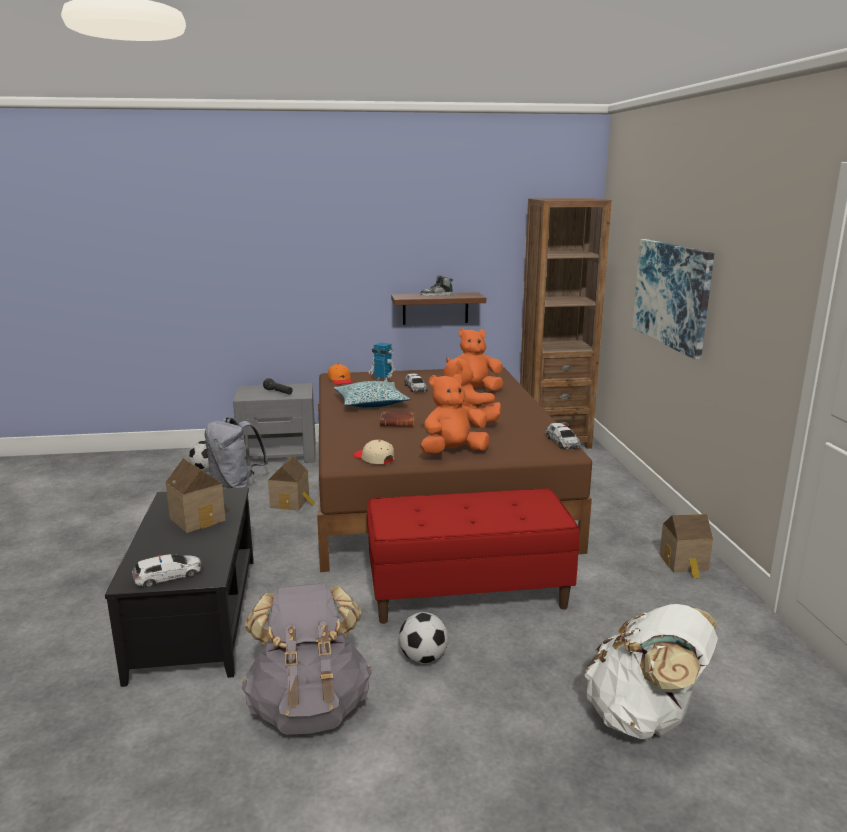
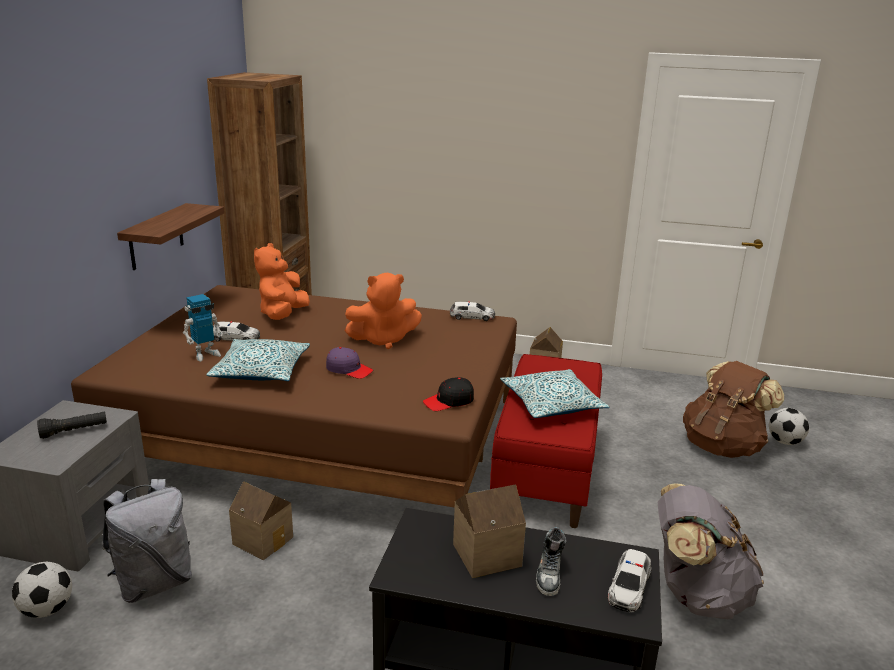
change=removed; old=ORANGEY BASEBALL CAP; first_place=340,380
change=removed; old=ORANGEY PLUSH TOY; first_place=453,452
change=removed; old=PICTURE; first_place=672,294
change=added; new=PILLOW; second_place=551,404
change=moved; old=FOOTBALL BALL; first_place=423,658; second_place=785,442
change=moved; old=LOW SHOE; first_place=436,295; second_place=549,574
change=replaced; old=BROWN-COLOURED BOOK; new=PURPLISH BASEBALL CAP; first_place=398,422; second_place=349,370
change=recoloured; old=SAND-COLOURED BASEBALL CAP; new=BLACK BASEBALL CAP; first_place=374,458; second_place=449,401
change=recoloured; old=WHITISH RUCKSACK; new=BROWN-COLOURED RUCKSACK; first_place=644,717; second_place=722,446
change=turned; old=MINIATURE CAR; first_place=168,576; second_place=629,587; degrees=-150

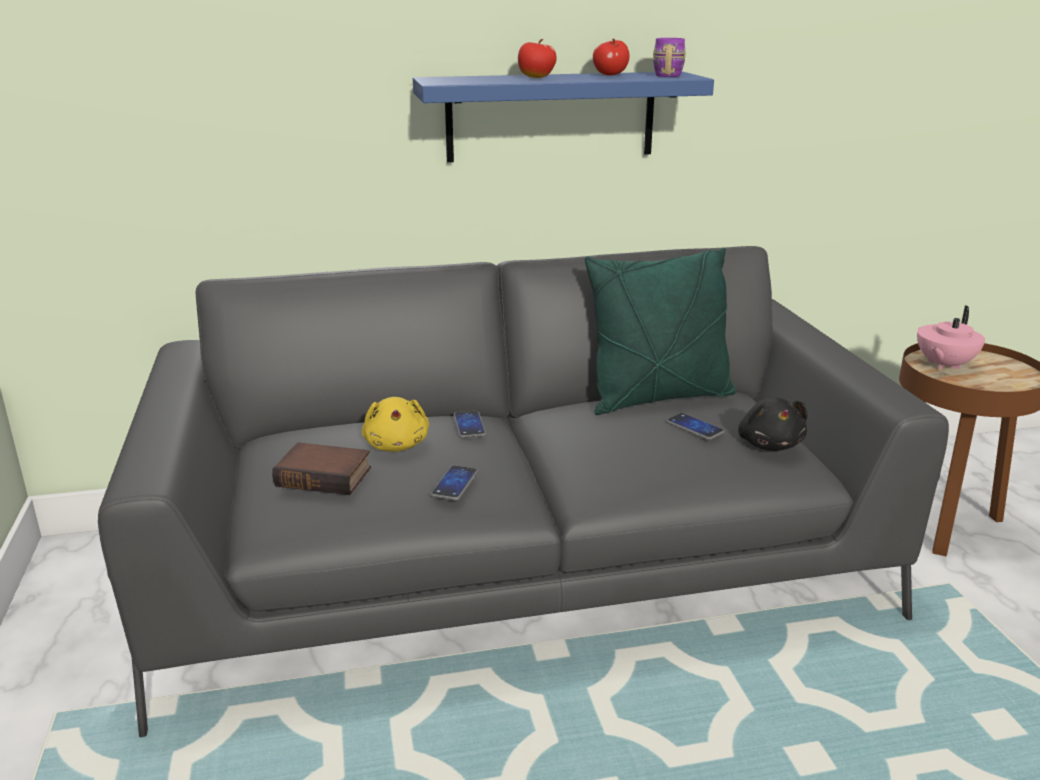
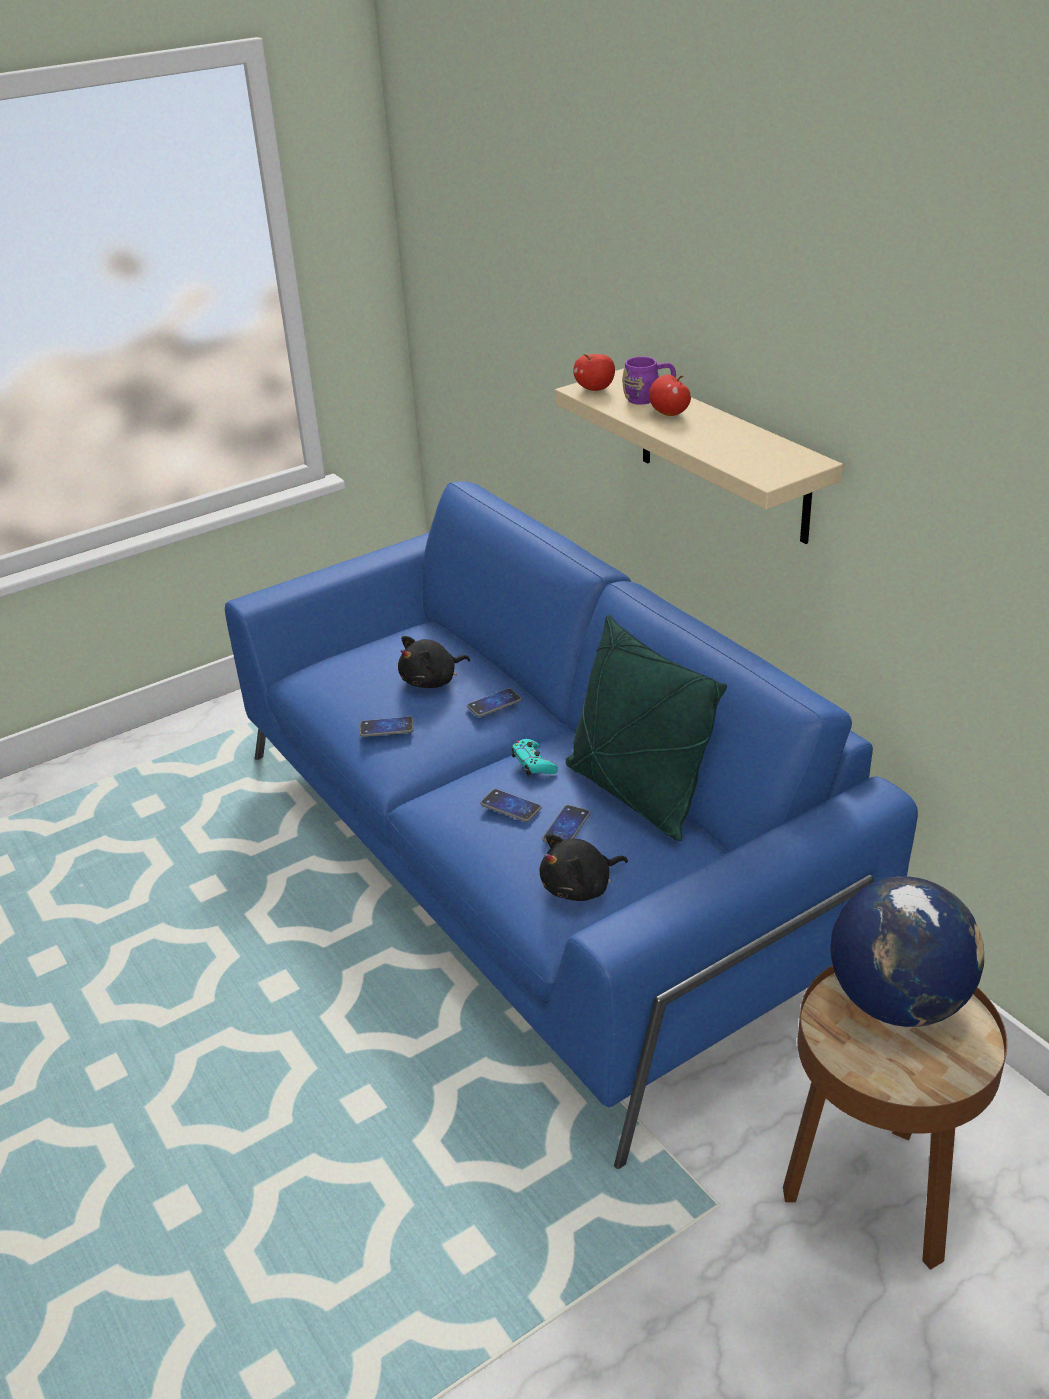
change=removed; old=BOOK; first_place=326,476
change=added; new=TELEPHONE; second_place=510,807
change=added; new=TURQUOISE-COLOURED GAMEPAD; second_place=533,763
change=moved; old=APPLE FRUIT; first_place=610,75; second_place=595,389
change=moved; old=PURPLISH COFFEE MUG; first_place=668,75; second_place=649,398
change=replaced; old=PINK-COLOURED TEAPOT; new=WORLD GLOBE; first_place=943,365; second_place=898,1001
change=recoloured; old=GRAY SOFA; new=BLUISH SOFA; first_place=520,571; second_place=535,862
change=recoloured; old=YELLOWISH PLUSH TOY; new=BLACK PLUSH TOY; first_place=397,445; second_place=432,681
change=recoloured; old=BLUISH WALL SHELF; new=SAND-COLOURED WALL SHELF; first_place=551,116; second_place=723,456

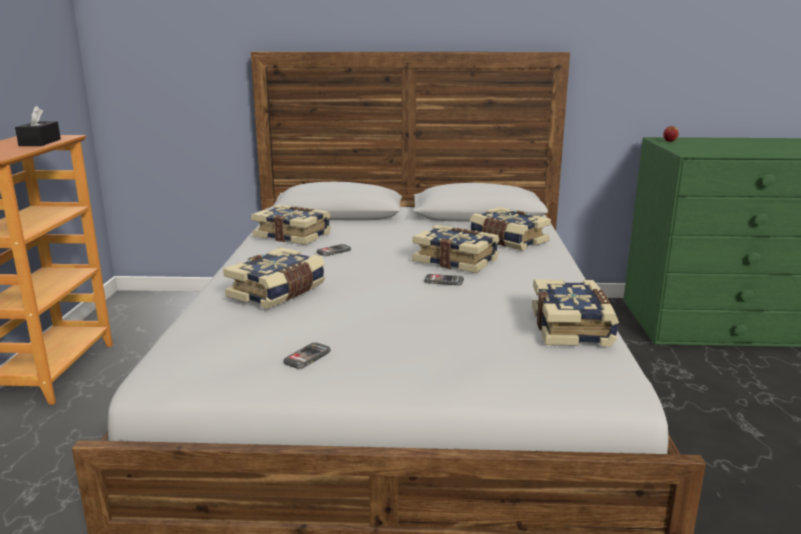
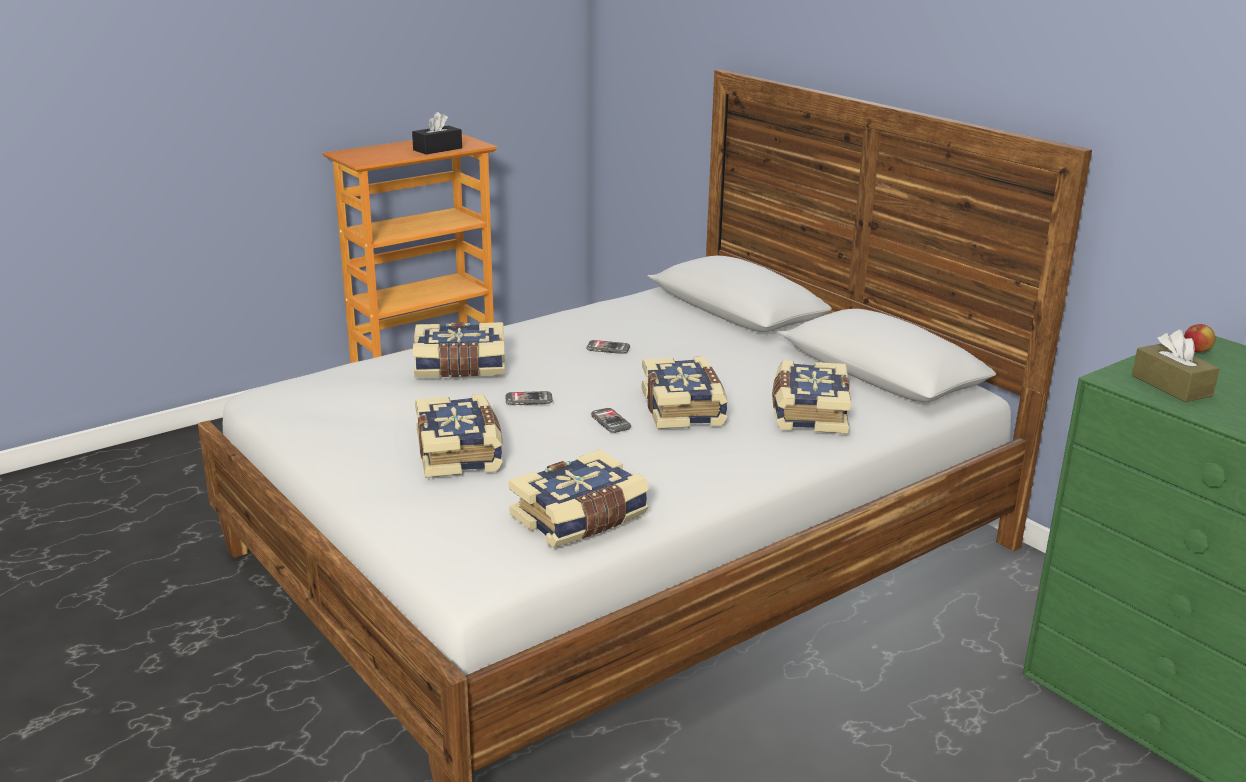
change=added; new=BROWN-COLOURED BOX OF TISSUES; second_place=1171,385
change=moved; old=BOOK; first_place=293,235; second_place=461,452
change=moved; old=TELEPHONE; first_place=307,357; second_place=529,400

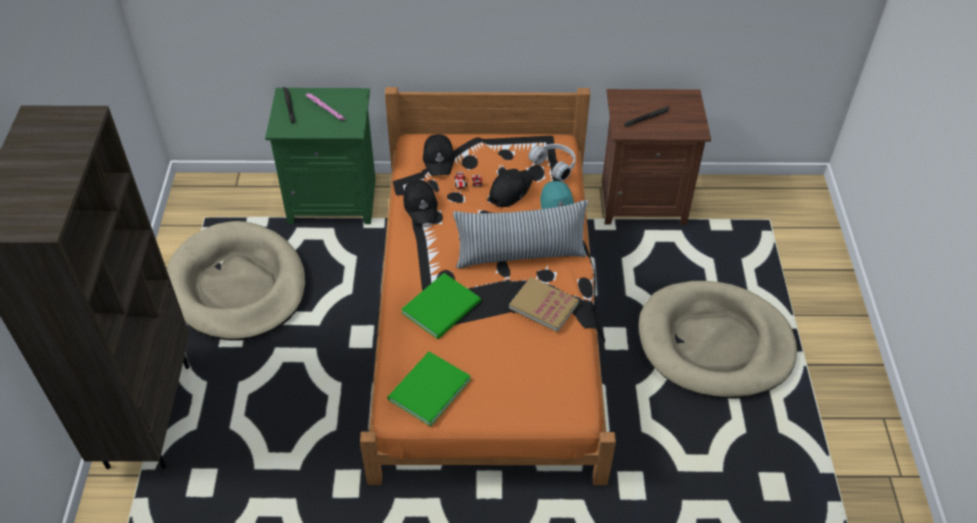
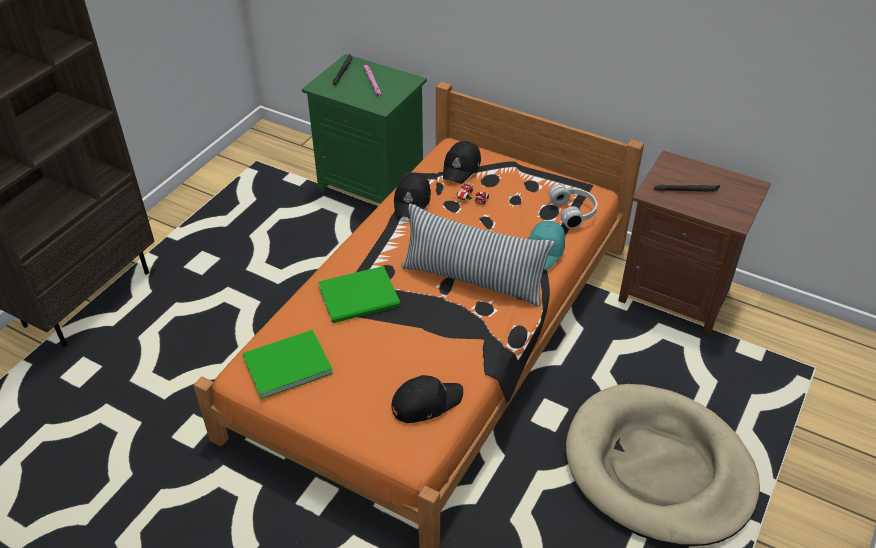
change=removed; old=SAND-COLOURED DOG CUSHION; first_place=237,286
change=removed; old=BOOK; first_place=543,306
change=moved; old=BLACK BASEBALL CAP; first_place=510,190; second_place=425,402

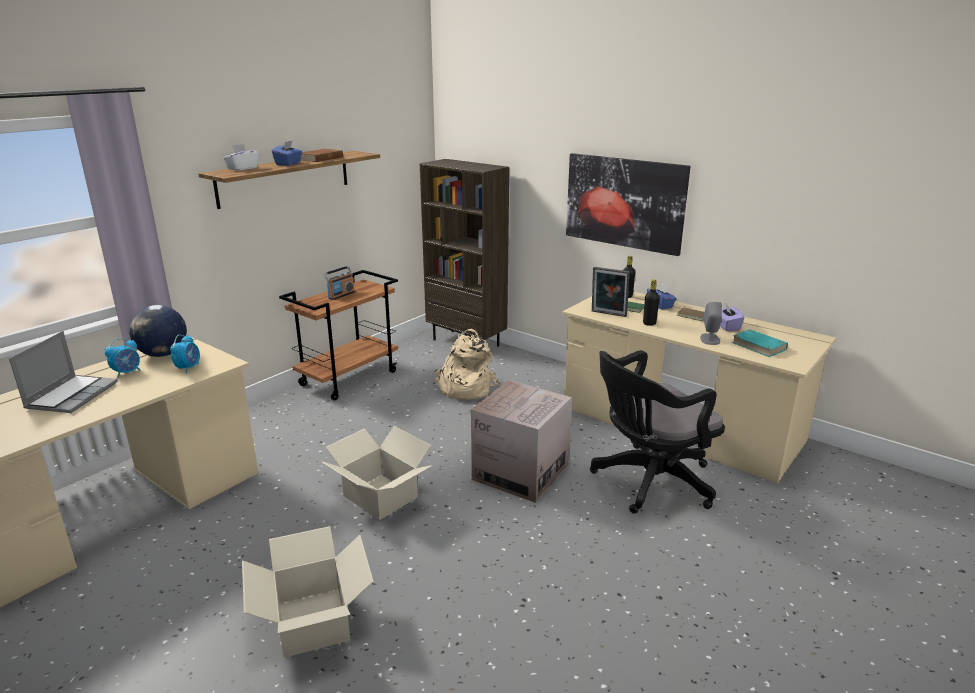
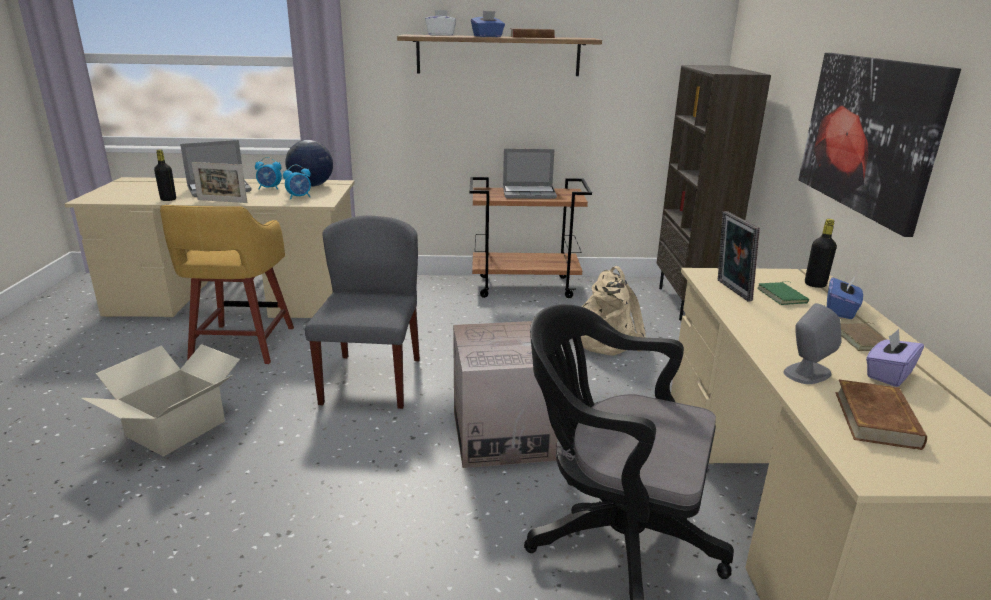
change=added; new=YELLOWISH SITTING STOOL; second_place=241,345
change=added; new=PHOTO FRAME; second_place=222,201
change=moved; old=BLACK BOTTLE; first_place=649,323; second_place=168,199
change=replaced; old=CARTON; new=GRAY CHAIR; first_place=381,496; second_place=371,380
change=replaced; old=RADIO SET; new=LAPTOP; first_place=341,295; second_place=529,193
change=recoloured; old=TURQUOISE-COLOURED BOOK; new=BROWN-COLOURED BOOK; first_place=758,346; second_place=877,419

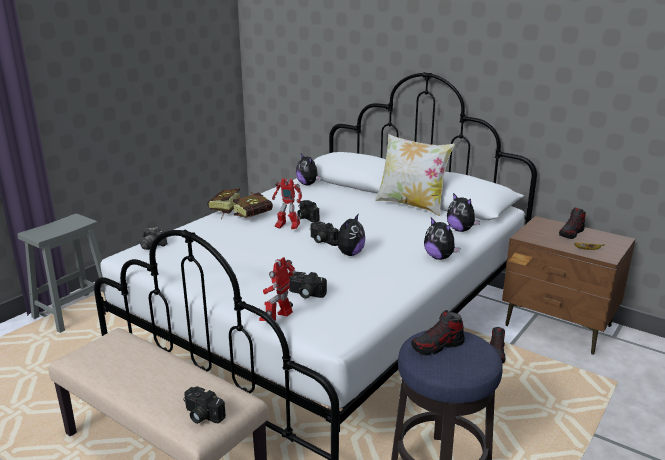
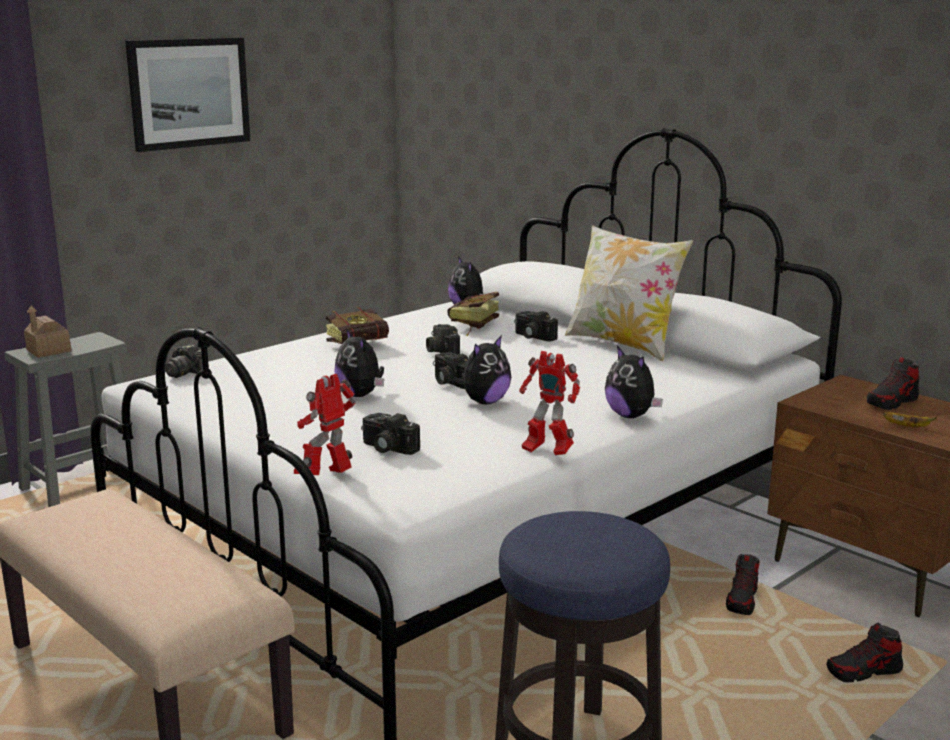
change=added; new=MINIATURE HOUSE; second_place=48,351
change=added; new=PICTURE; second_place=189,93
change=moved; old=STILL CAMERA; first_place=201,415; second_place=532,337
change=moved; old=BOOK; first_place=223,211; second_place=471,326
change=moved; old=MODEL ROBOT; first_place=287,228; second_place=546,452
change=moved; old=LOW SHOE; first_place=437,346; second_place=864,672
change=moved; old=PLUSH TOY; first_place=460,230; second_place=361,395

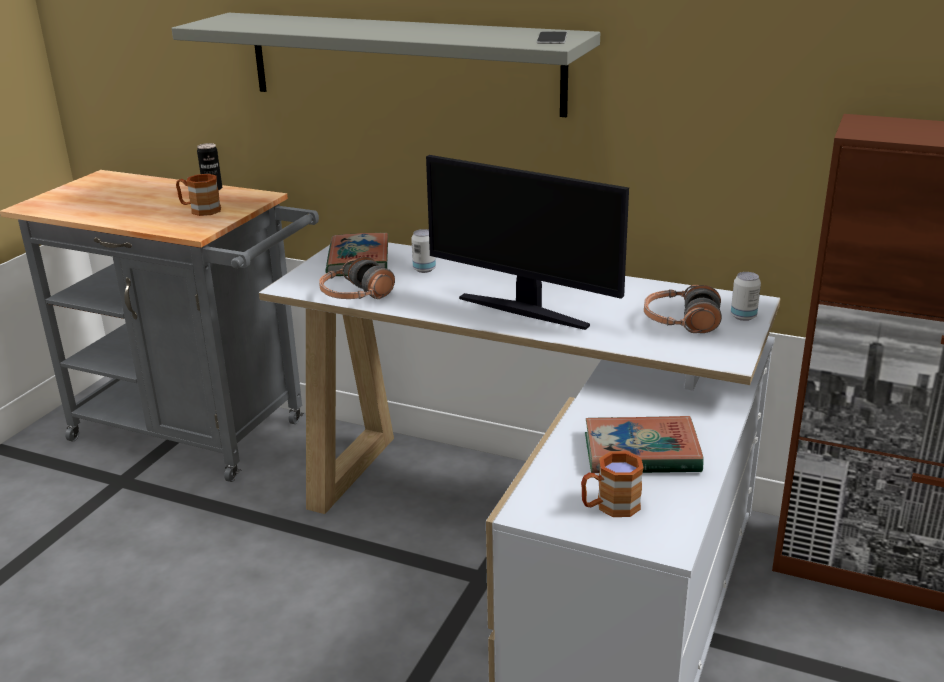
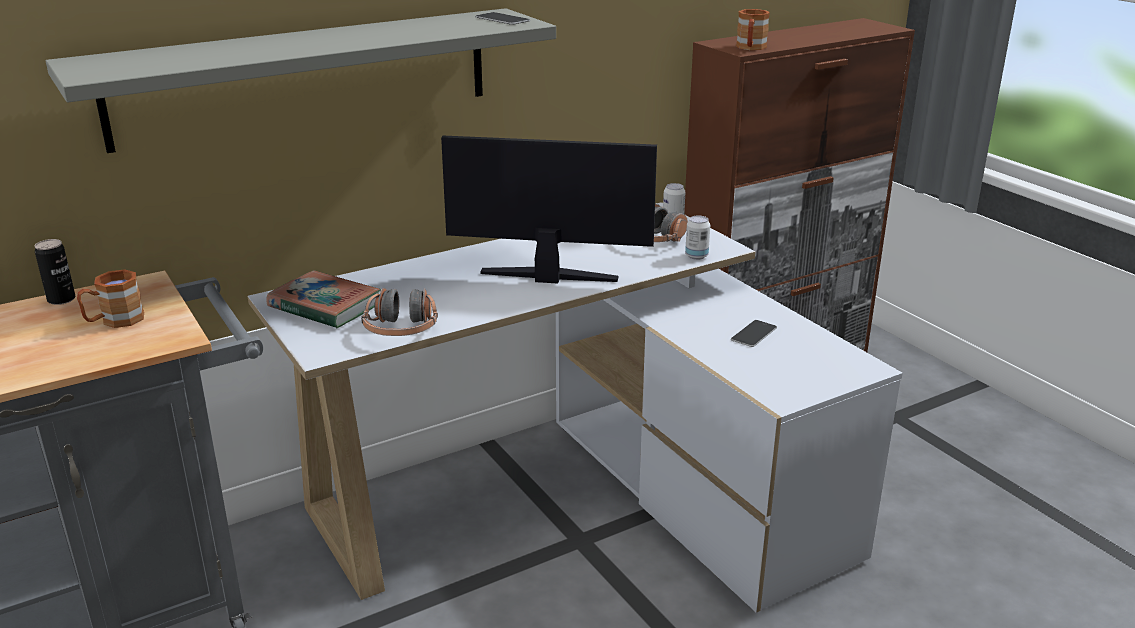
change=moved; old=METAL CAN; first_place=424,269; second_place=696,256
change=moved; old=BROWN-COLOURED COFFEE MUG; first_place=610,506; second_place=750,48
change=replaced; old=BOOK; new=TELEPHONE; first_place=641,453; second_place=754,333
change=turned; old=MONITOR; first_place=525,310; second_place=548,278; degrees=-150

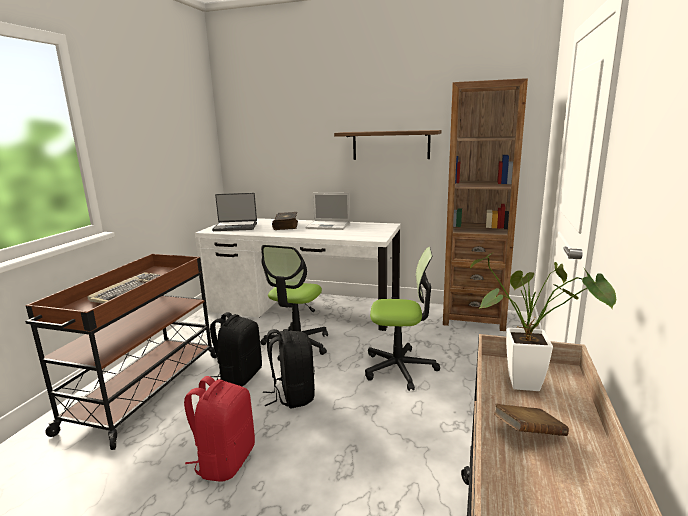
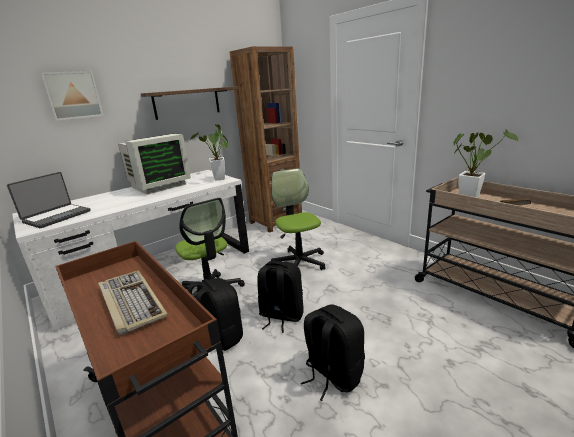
change=removed; old=BOOK; first_place=286,225
change=added; new=PICTURE; second_place=73,95
change=added; new=PLANT IN A POT; second_place=219,179
change=replaced; old=LAPTOP; new=MONITOR; first_place=329,225; second_place=158,186
change=recoloured; old=RED-COLOURED RUCKSACK; new=BLACK RUCKSACK; first_place=225,460; second_place=332,375
change=turned; old=COMPUTER CHAIR; first_place=399,368; second_place=299,263; degrees=-60

